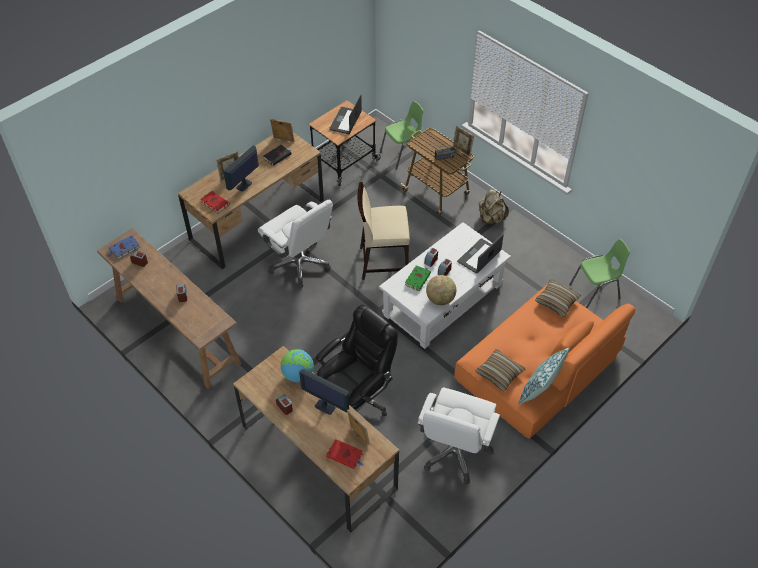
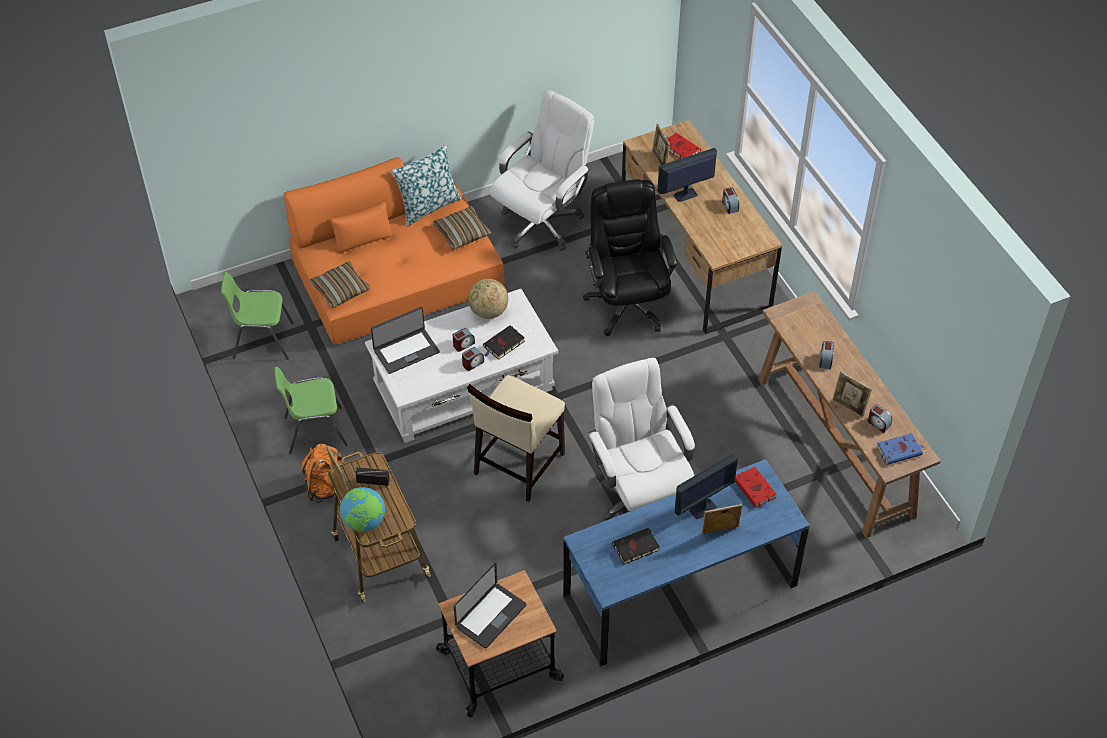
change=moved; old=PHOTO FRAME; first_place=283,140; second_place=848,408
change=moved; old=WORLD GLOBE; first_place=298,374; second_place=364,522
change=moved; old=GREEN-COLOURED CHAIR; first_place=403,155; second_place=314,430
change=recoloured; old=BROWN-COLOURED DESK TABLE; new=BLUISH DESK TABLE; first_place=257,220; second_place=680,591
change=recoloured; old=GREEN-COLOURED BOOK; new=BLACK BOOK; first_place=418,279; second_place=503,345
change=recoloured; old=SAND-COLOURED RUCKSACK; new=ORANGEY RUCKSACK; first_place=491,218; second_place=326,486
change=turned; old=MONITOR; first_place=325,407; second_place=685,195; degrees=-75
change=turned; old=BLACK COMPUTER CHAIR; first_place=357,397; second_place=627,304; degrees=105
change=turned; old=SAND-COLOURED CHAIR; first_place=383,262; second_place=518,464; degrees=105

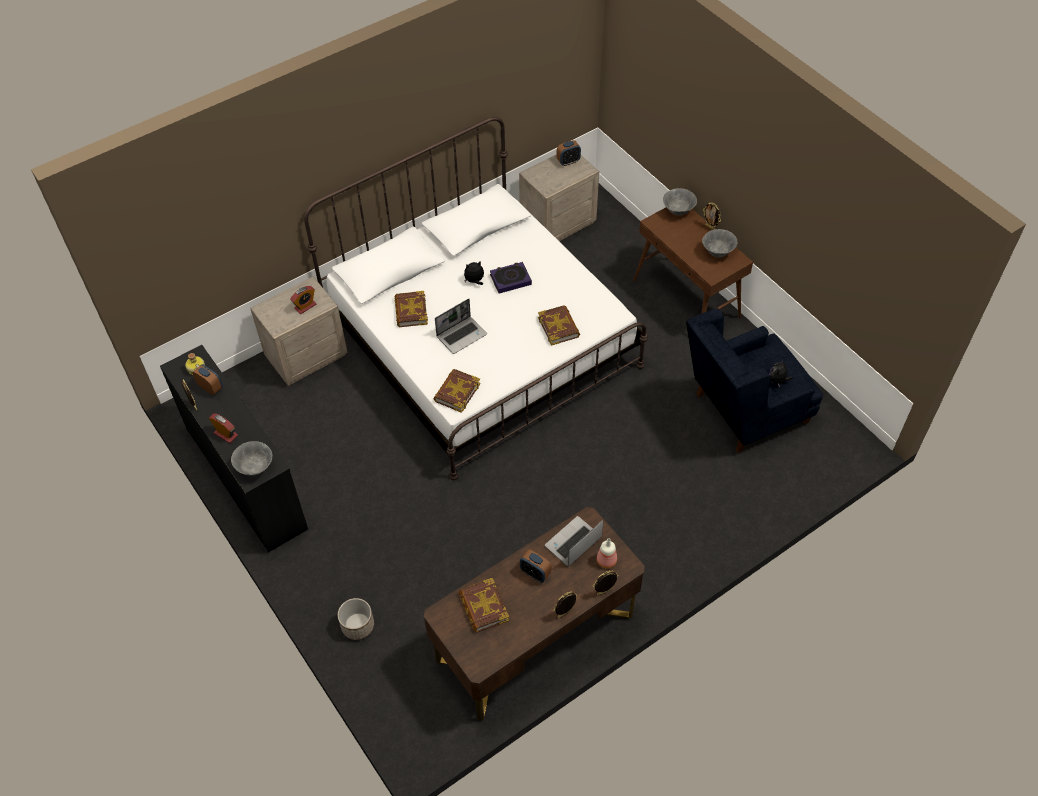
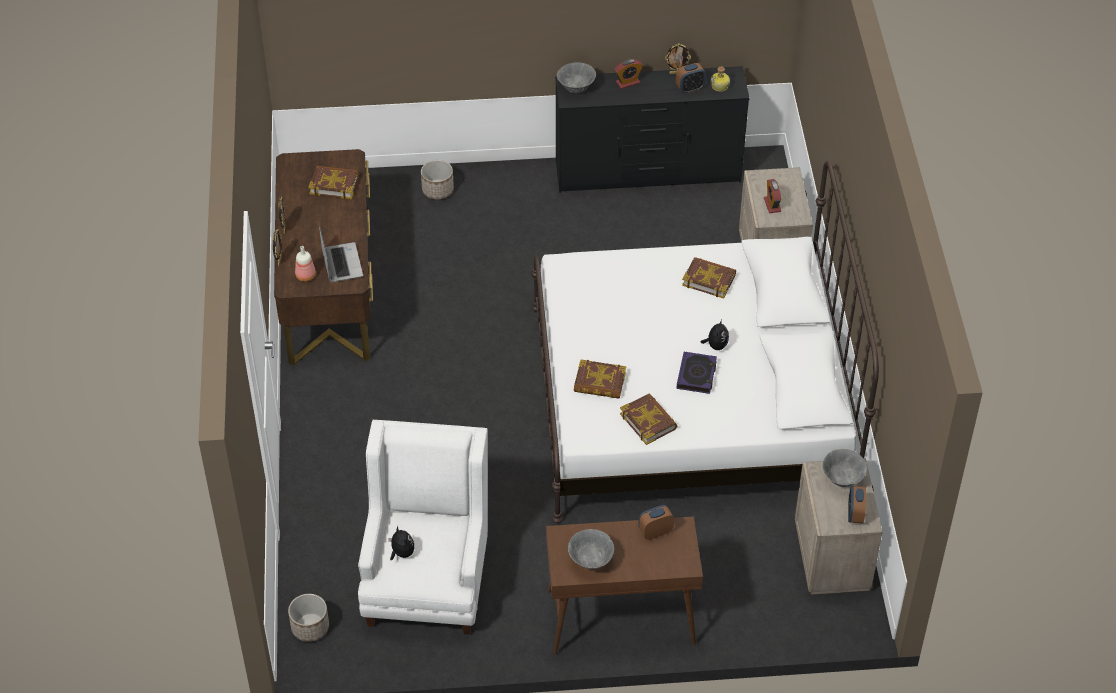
change=removed; old=LAPTOP; first_place=462,335
change=removed; old=PHOTO FRAME; first_place=710,227
change=added; new=PLANT POT; second_place=310,627
change=moved; old=BOOK; first_place=457,392; second_place=648,421
change=moved; old=TABLE CLOCK; first_place=535,573; second_place=655,531
change=moved; old=GRAY BOWL; first_place=678,211; second_place=842,480
change=recoloured; old=BLUISH LOUNGE CHAIR; new=WHITISH LOUNGE CHAIR; first_place=743,412; second_place=427,576

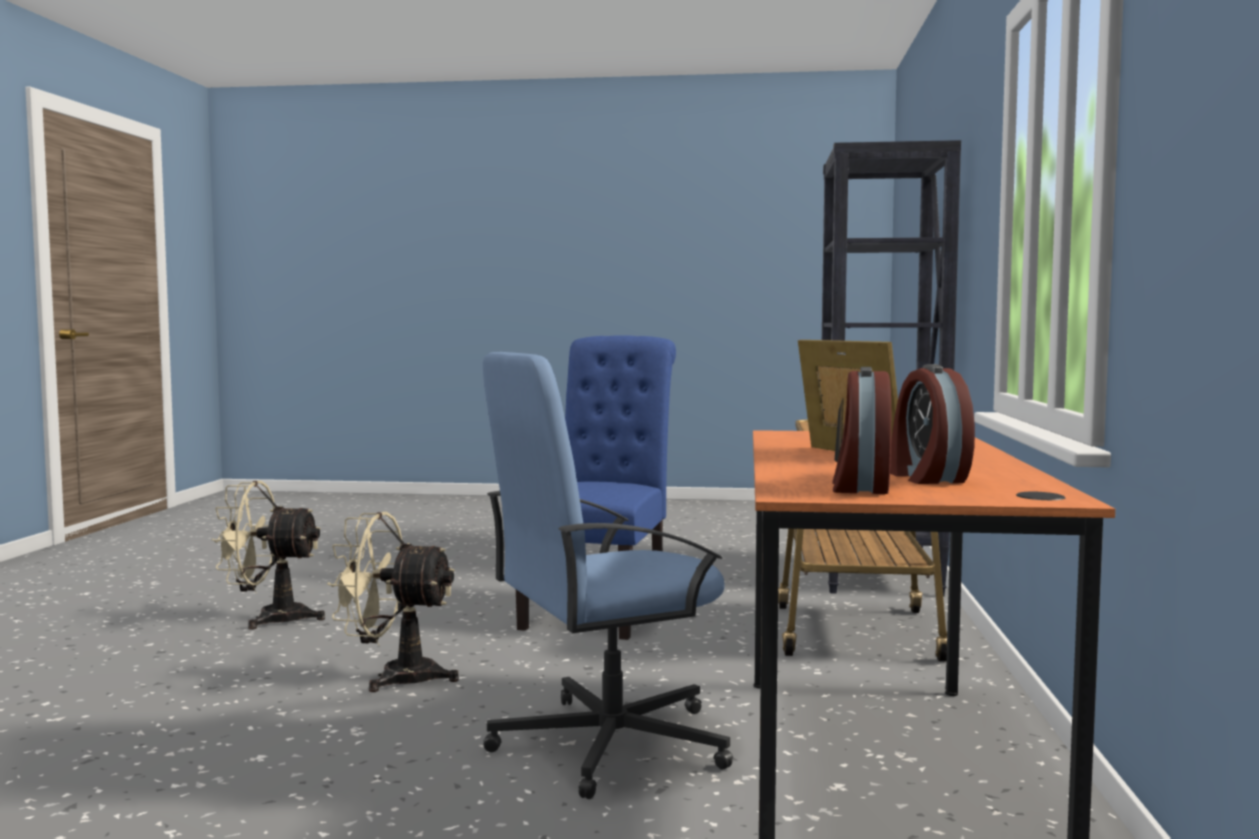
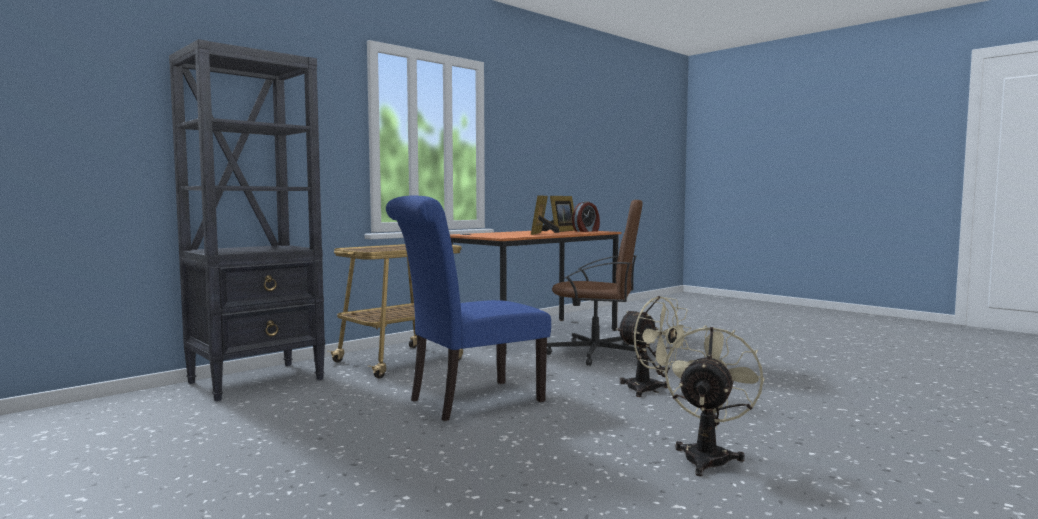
change=replaced; old=TABLE CLOCK; new=PHOTO FRAME; first_place=925,477; second_place=560,231
change=recoloured; old=BLUISH COMPUTER CHAIR; new=BROWN-COLOURED COMPUTER CHAIR; first_place=607,744; second_place=597,354
change=turned; old=SAND-COLOURED COOLING FAN; first_place=270,618; second_place=708,456; degrees=-105

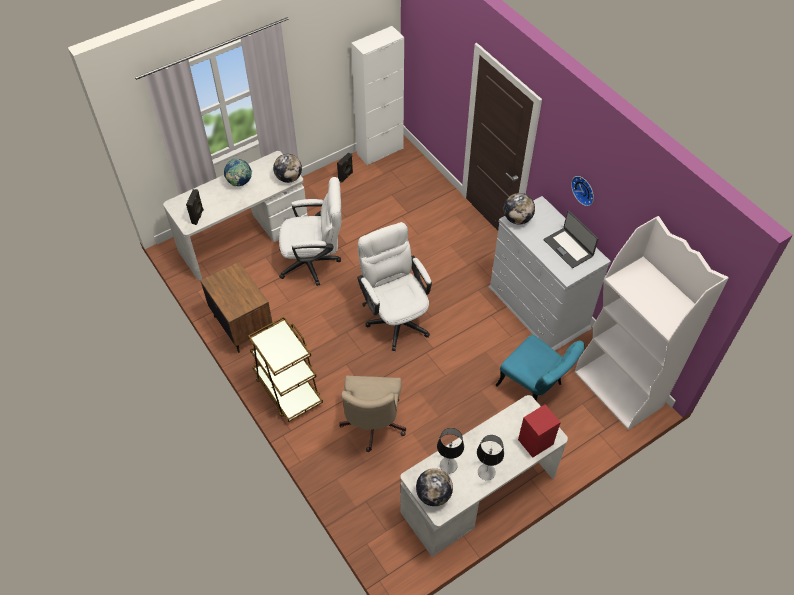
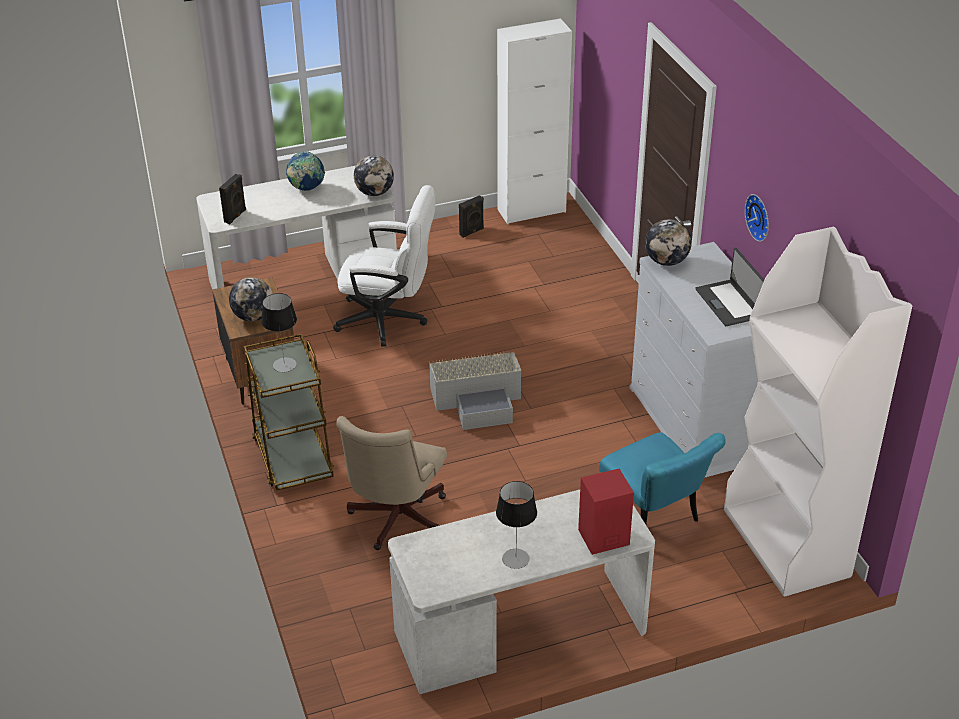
change=moved; old=WORLD GLOBE; first_place=433,494; second_place=253,316
change=moved; old=TABLE LAMP; first_place=448,465; second_place=284,365
change=replaced; old=WHITISH COMPUTER CHAIR; new=GRAY STORAGE CONTAINER; first_place=395,317; second_place=479,400

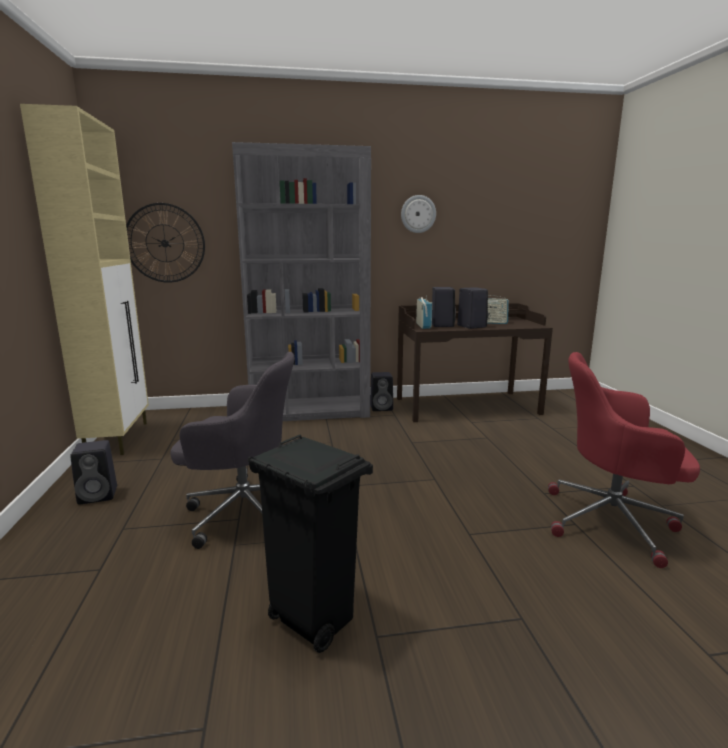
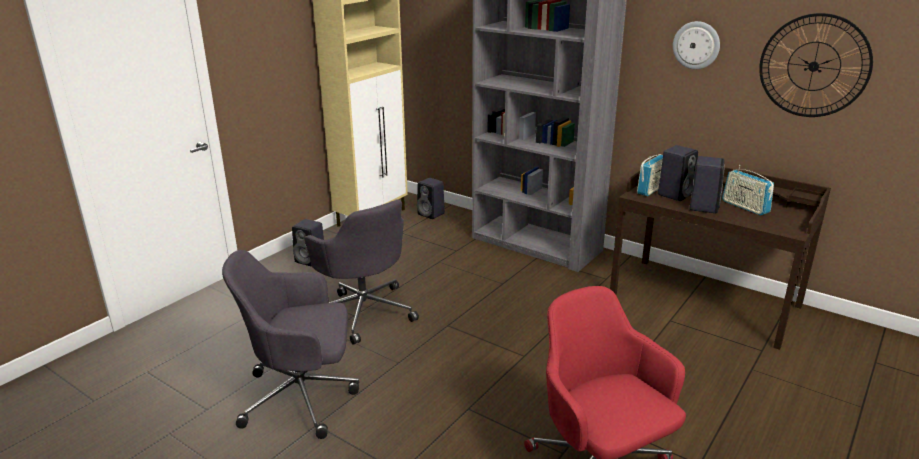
change=moved; old=WALL CLOCK; first_place=165,243; second_place=813,66
change=moved; old=BLACK LOUDSPEAKER; first_place=382,408; second_place=432,214
change=replaced; old=BLACK RUBBISH BIN; new=GRAY COMPUTER CHAIR; first_place=312,621; second_place=303,396

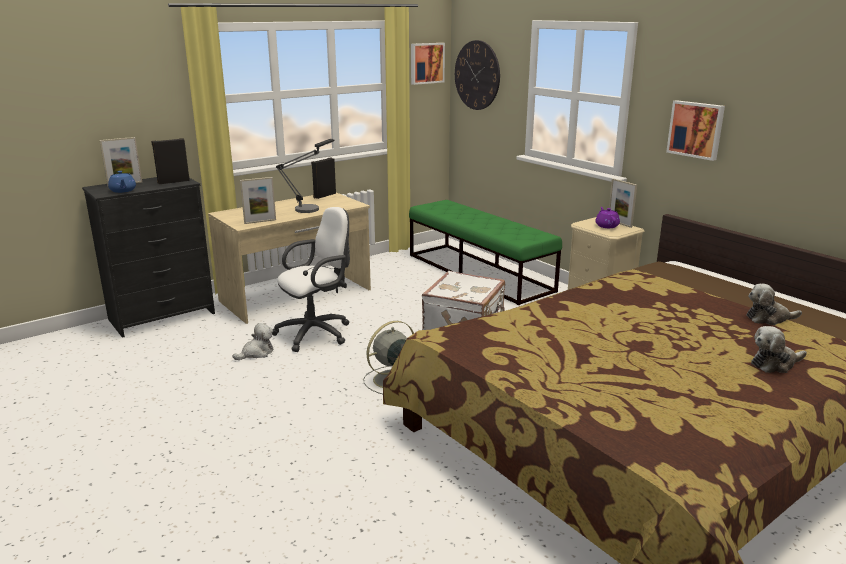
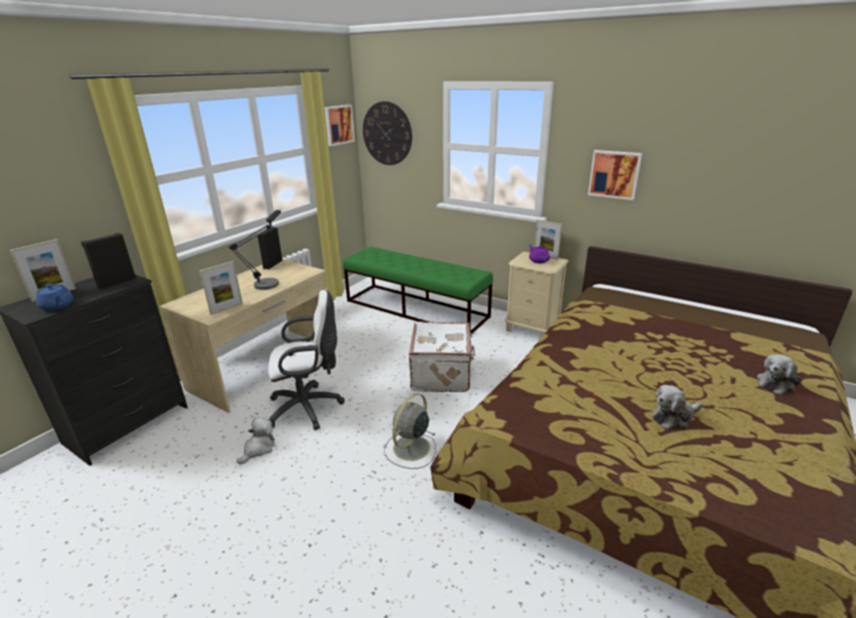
change=moved; old=PLUSH TOY; first_place=768,318; second_place=674,417
change=turned; old=WHITISH COMPUTER CHAIR; first_place=317,333; second_place=309,408; degrees=45

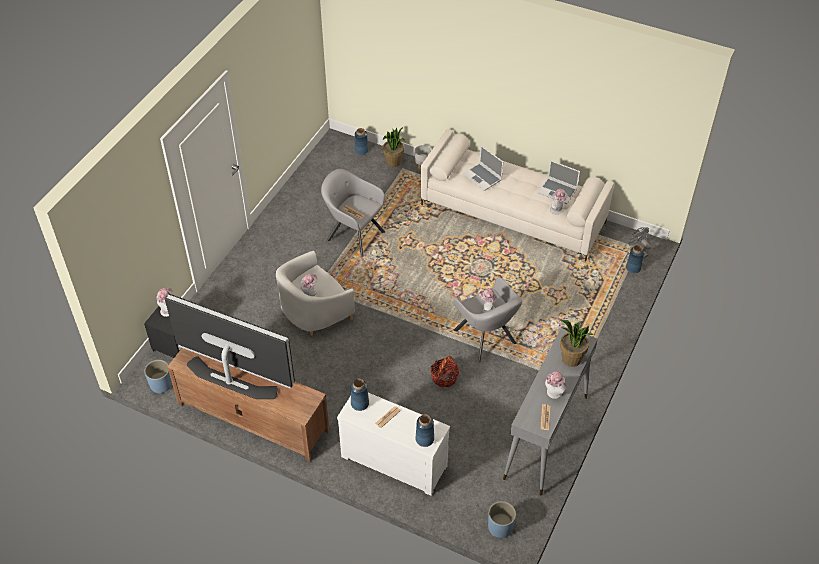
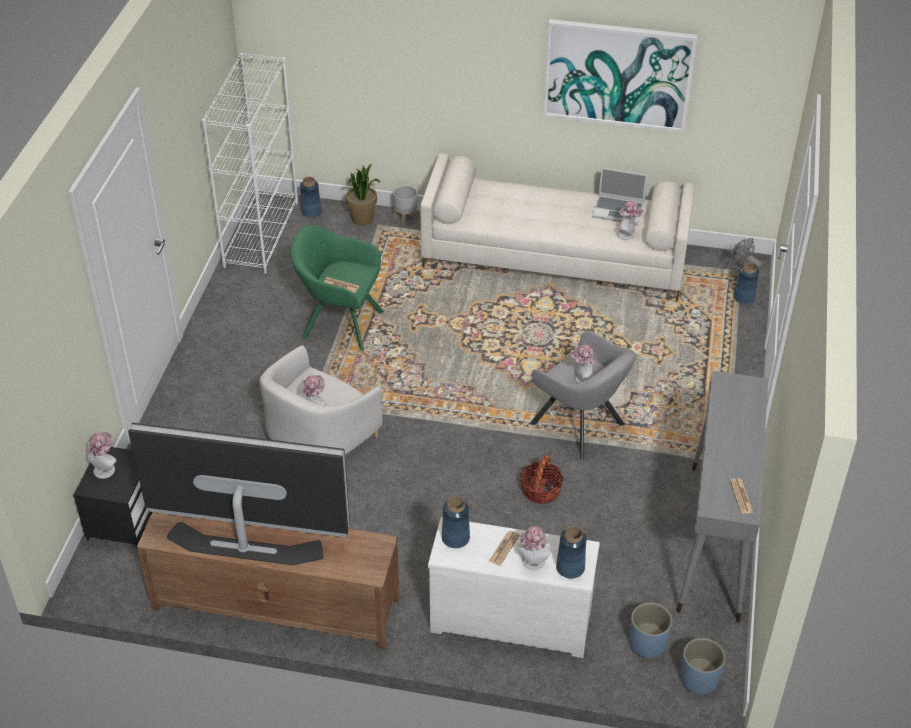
change=removed; old=LAPTOP; first_place=483,177
change=removed; old=PLANT IN A POT; first_place=571,359
change=added; new=WHITISH BOOKSHELF; second_place=261,234
change=added; new=PICTURE; second_place=618,74
change=moved; old=BLUISH PLANT POT; first_place=161,384; second_place=647,643
change=moved; old=HAT; first_place=553,394; second_place=532,563
change=recoloured; old=GRAY LOUNGE CHAIR; new=GREEN-COLOURED LOUNGE CHAIR; first_place=353,235; second_place=339,323

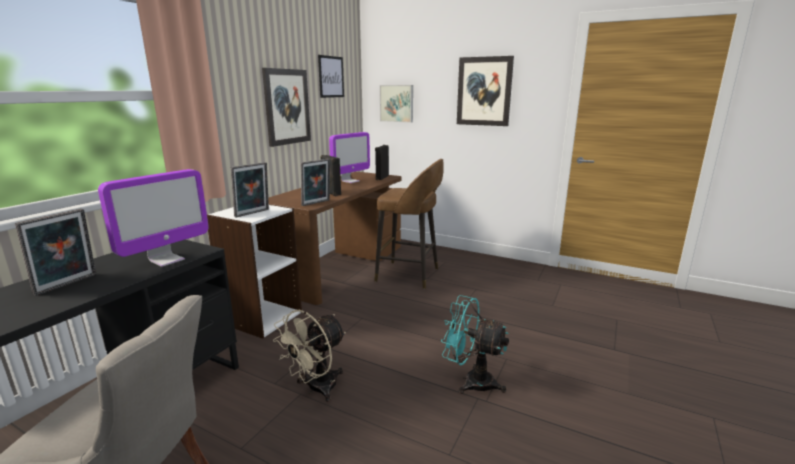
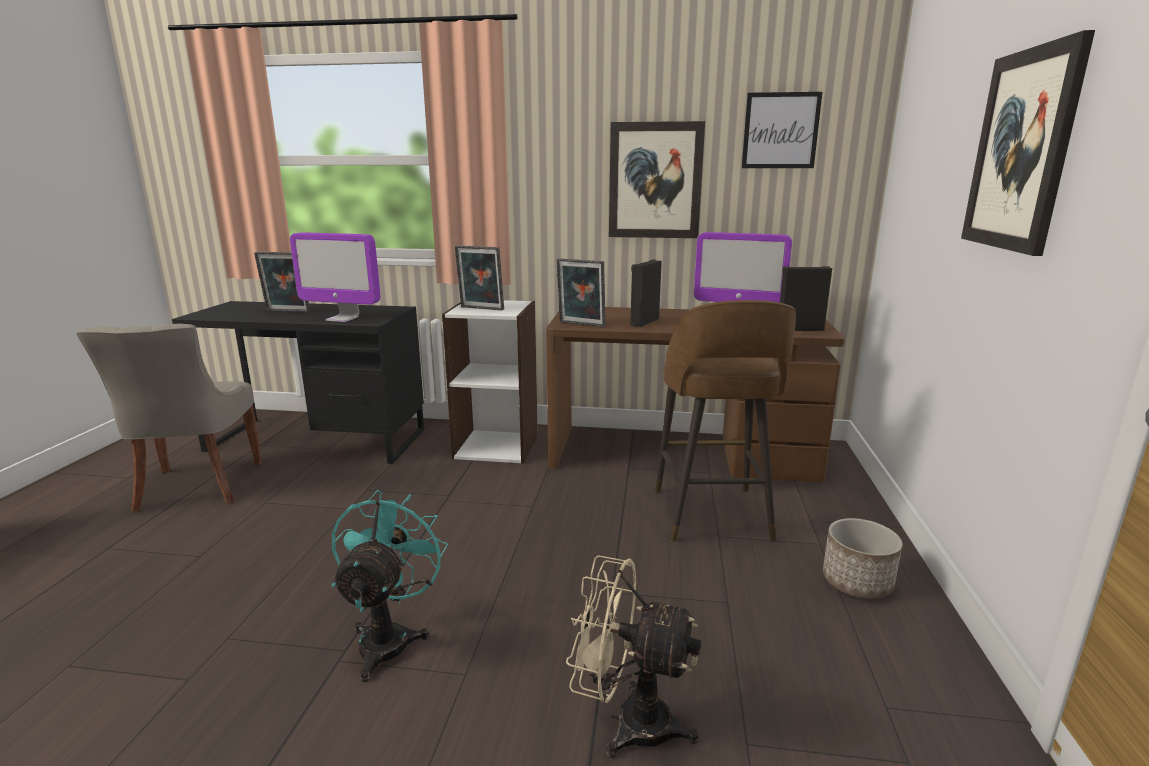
change=removed; old=PICTURE; first_place=397,103
change=added; new=PLANT POT; second_place=856,582
change=moved; old=SAND-COLOURED COOLING FAN; first_place=316,389; second_place=628,722

